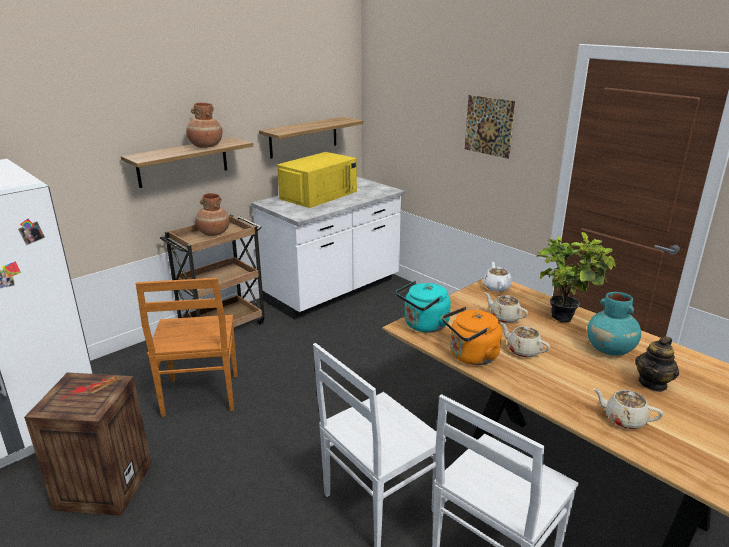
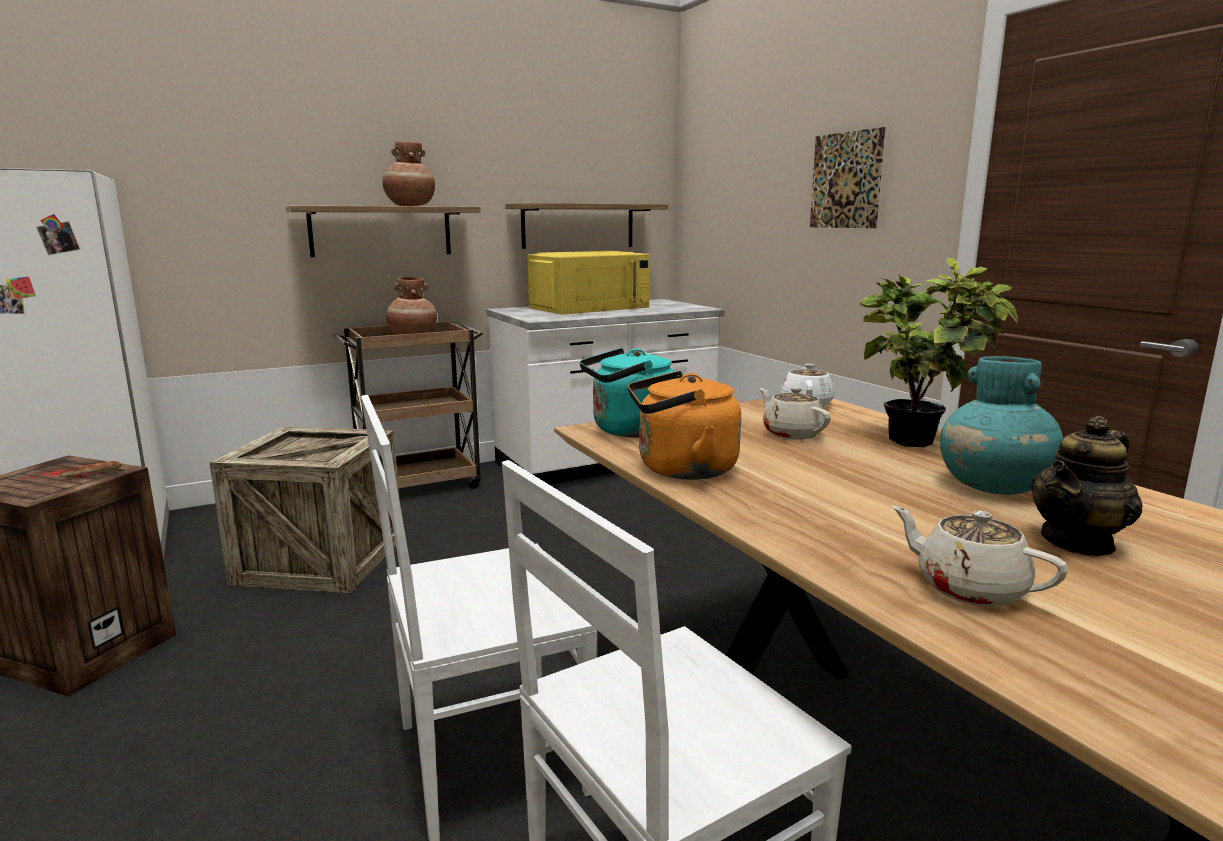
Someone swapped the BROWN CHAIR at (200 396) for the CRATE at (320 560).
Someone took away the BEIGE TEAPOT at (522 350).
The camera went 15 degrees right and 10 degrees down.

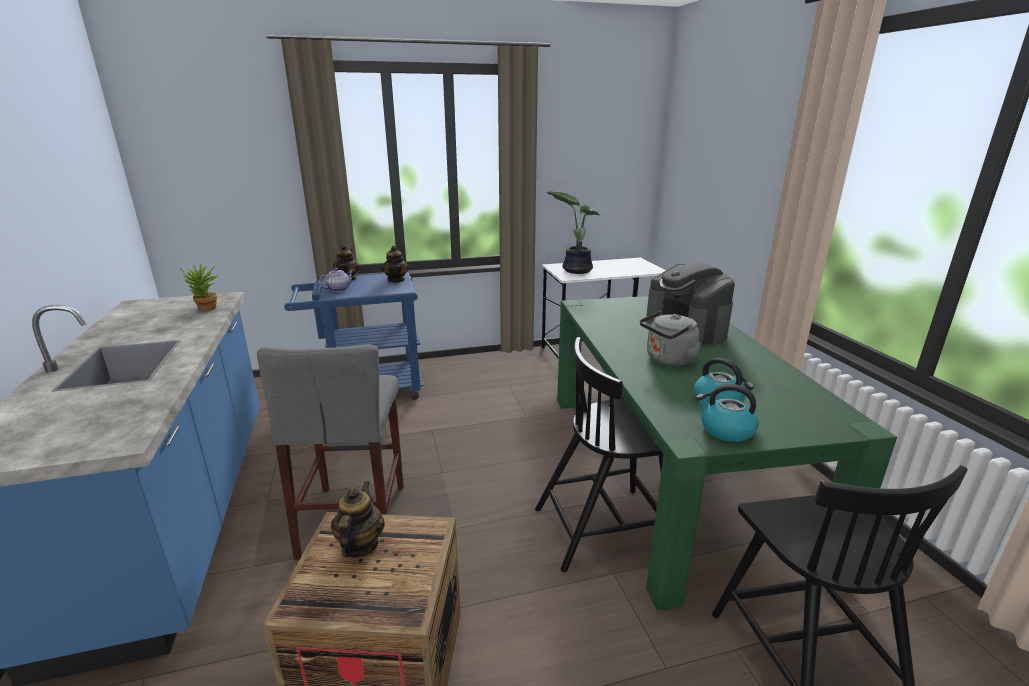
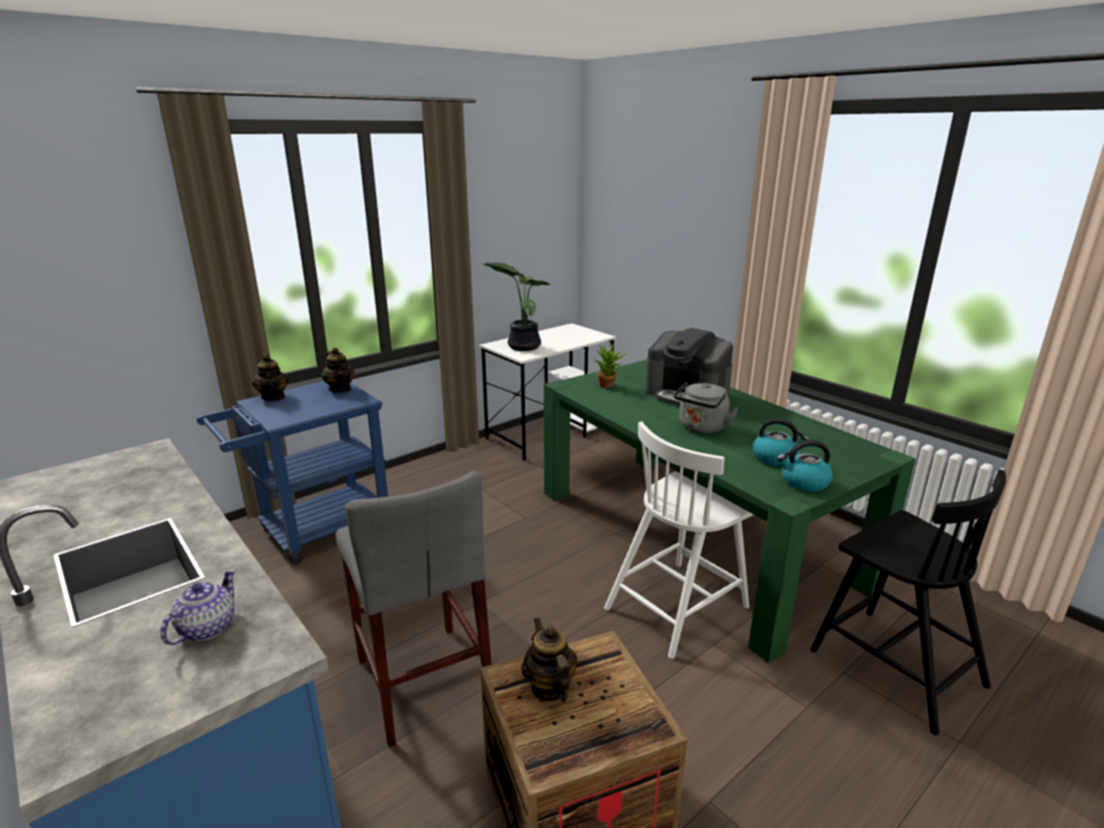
Someone carried the TEAPOT from (338 289) to (206 628).
Someone carried the POTTED PLANT from (207 310) to (608 386).
Someone repainted the BLACK CHAIR at (604 527), which became the WHITE CHAIR at (678 606).
The camera went 25 degrees left and 0 degrees up.

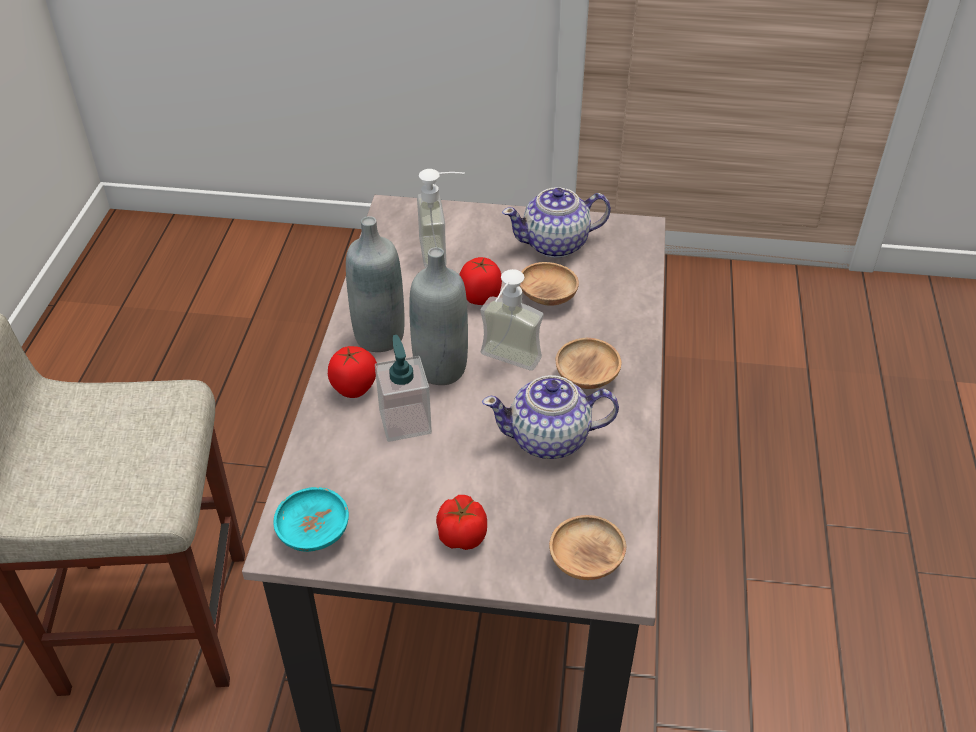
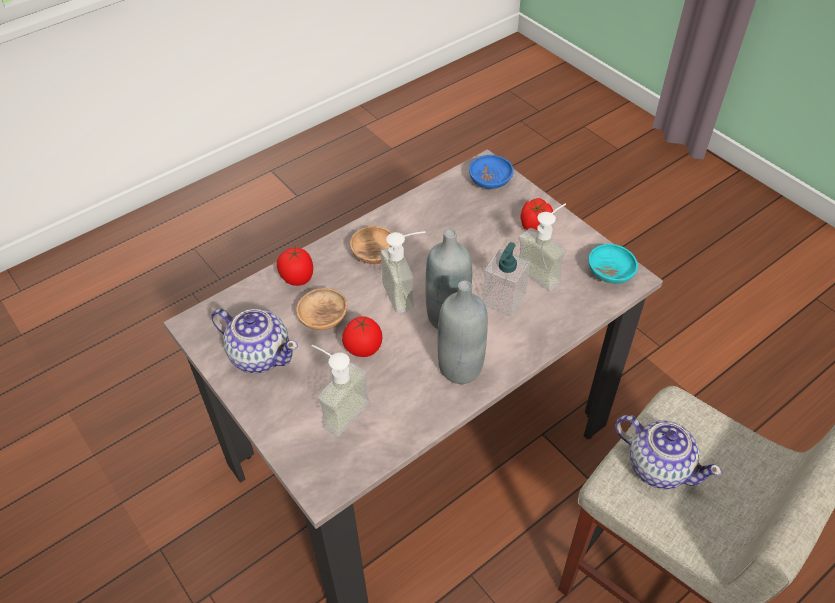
Someone carried the TOMATO from (355 388) to (297 278).
Someone repainted the BROWN BOWL at (585 561), which became the BLUE BOWL at (490 181).
Someone put down the SOAP DISPENSER at (543 270).
Someone carried the TEAPOT from (550 439) to (658 465).
The camera went 135 degrees left and 5 degrees up.

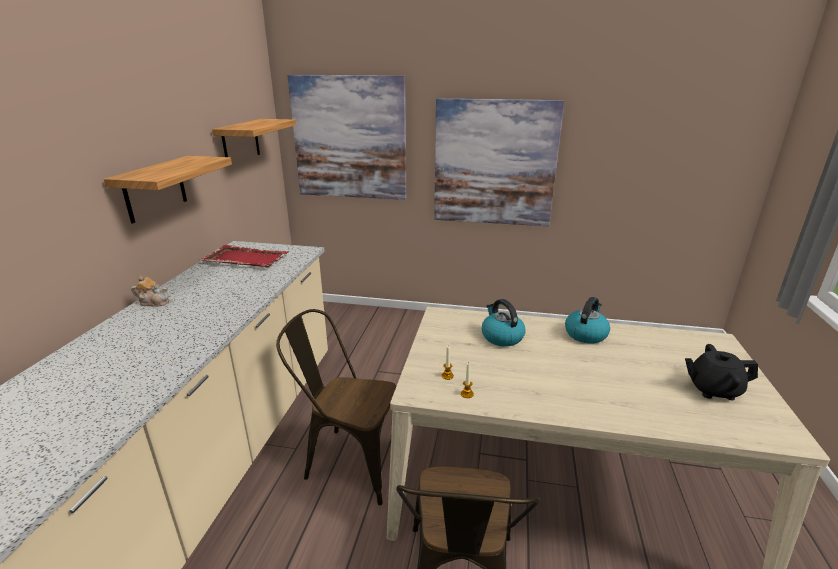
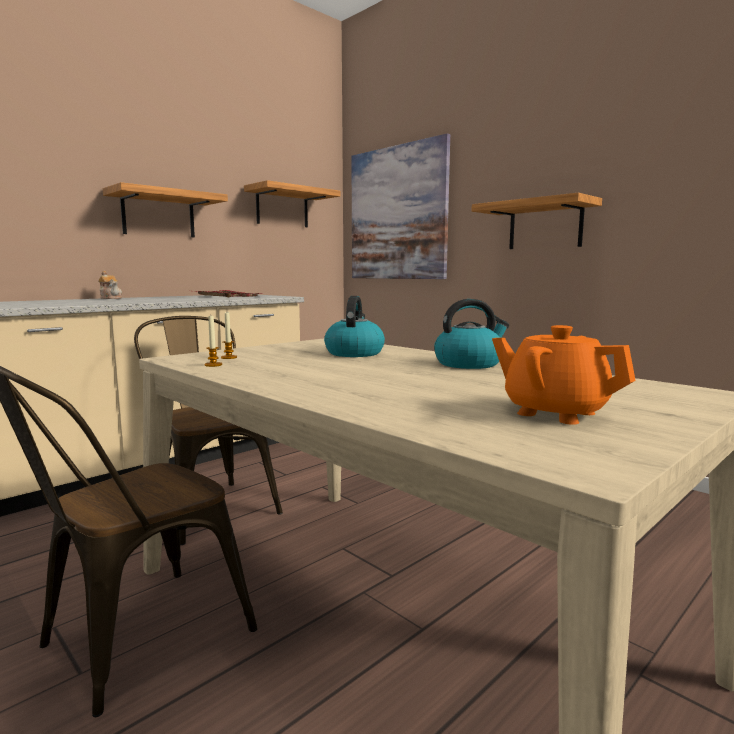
Someone swapped the PICTURE at (494 163) for the SHELF at (545 225).
Someone repainted the BLACK TEAPOT at (713 389), which became the ORANGE TEAPOT at (555 413).
The camera went 35 degrees right and 15 degrees down.

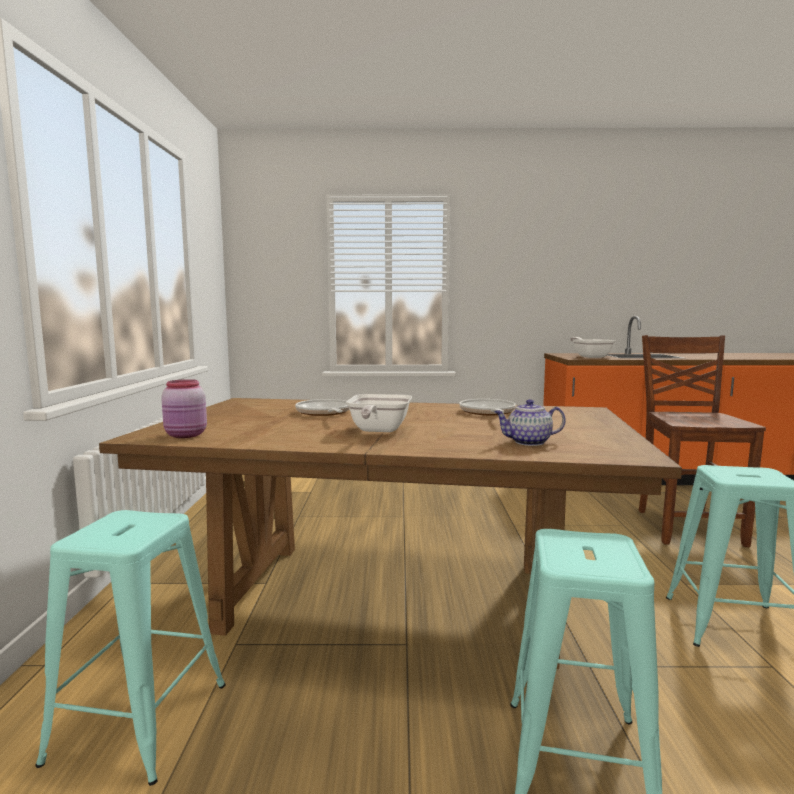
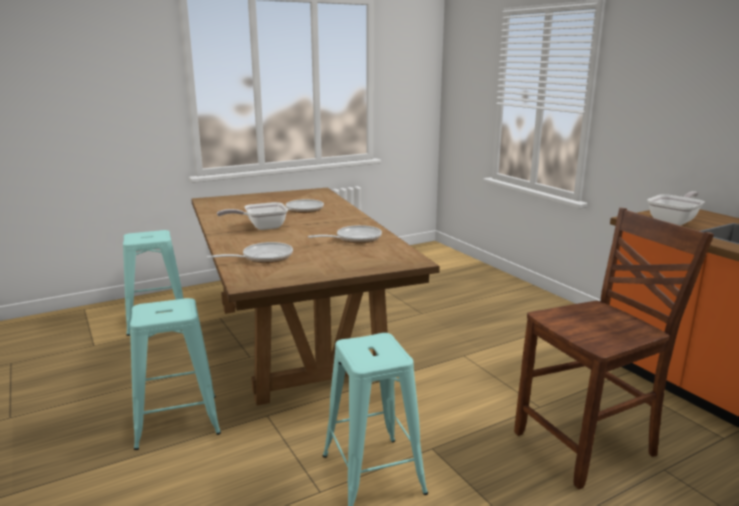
Someone swapped the TEAPOT at (528 442) for the FRYING PAN at (263 257).
Someone took away the PINK JAR at (186 435).
The camera went 60 degrees right and 10 degrees up.

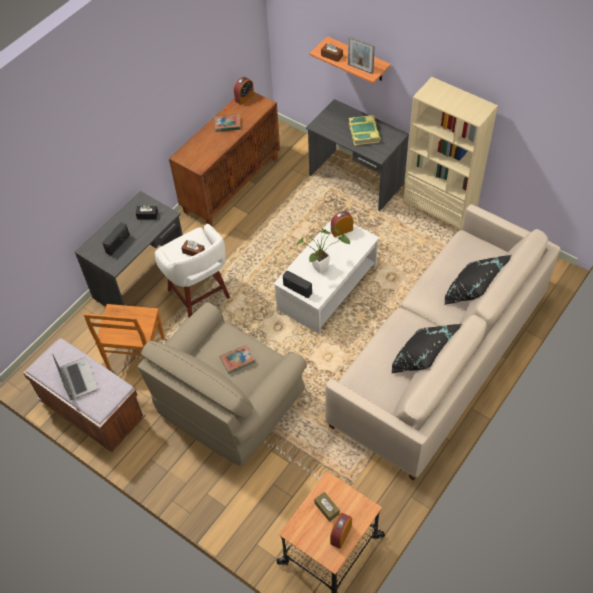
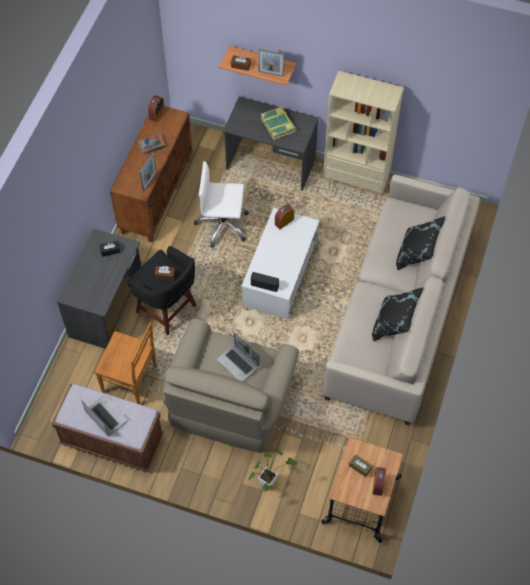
Someone rotated the BROWN CHAIR at (136 355) by 60 degrees counterclockwise.
Someone repainted the WHITE STOOL at (200 295), which became the BLACK STOOL at (168 310).
Someone put down the PICTURE FRAME at (149 181).
Someone put down the WHITE OFFICE CHAIR at (222 225).
Someone swapped the BOOK at (237 360) for the LAPTOP at (239 363).
Someone carried the POTTED PLANT from (323 266) to (269 481).
Someone took away the RADIO at (118 244).
The camera went 20 degrees left and 5 degrees up.

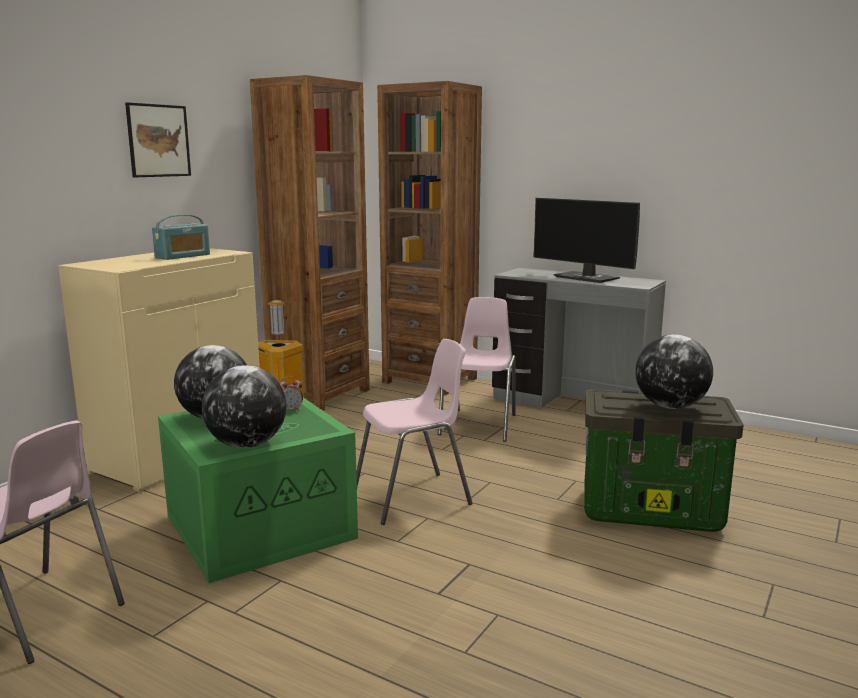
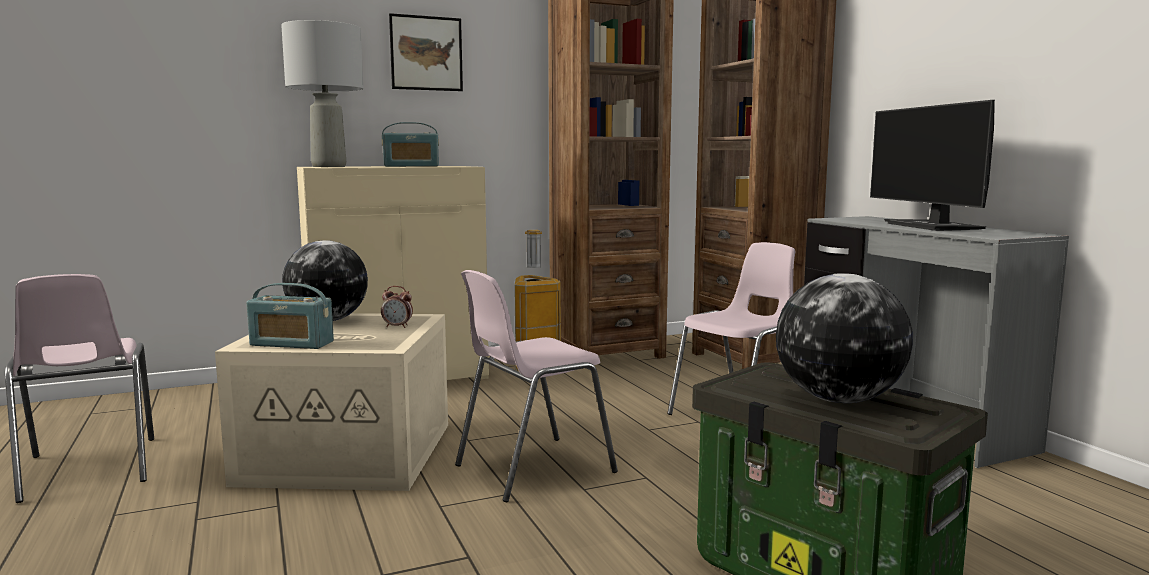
Someone repainted the GREEN STORAGE BOX at (261 525), which became the BEIGE STORAGE BOX at (352 452).
Someone swapped the GLOBE at (247 444) for the RADIO at (291 344).
Someone put down the GREY TABLE LAMP at (329 166).
Someone rotated the PINK CHAIR at (413 497) by 135 degrees clockwise.
The camera went 35 degrees right and 5 degrees down.

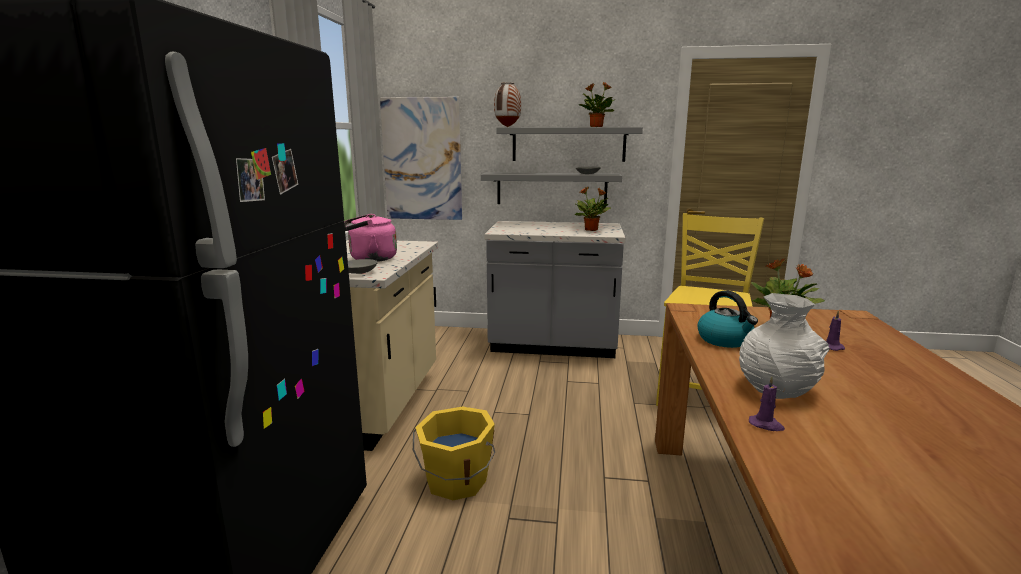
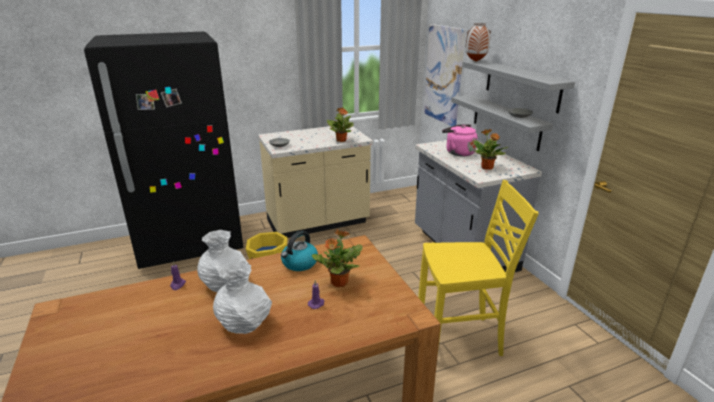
Someone put down the WHITE VASE at (245 324).
Someone carried the POTTED PLANT from (595 127) to (341 140).
Someone carried the PINK KETTLE from (370 259) to (458 152).
The camera went 60 degrees right and 10 degrees up.

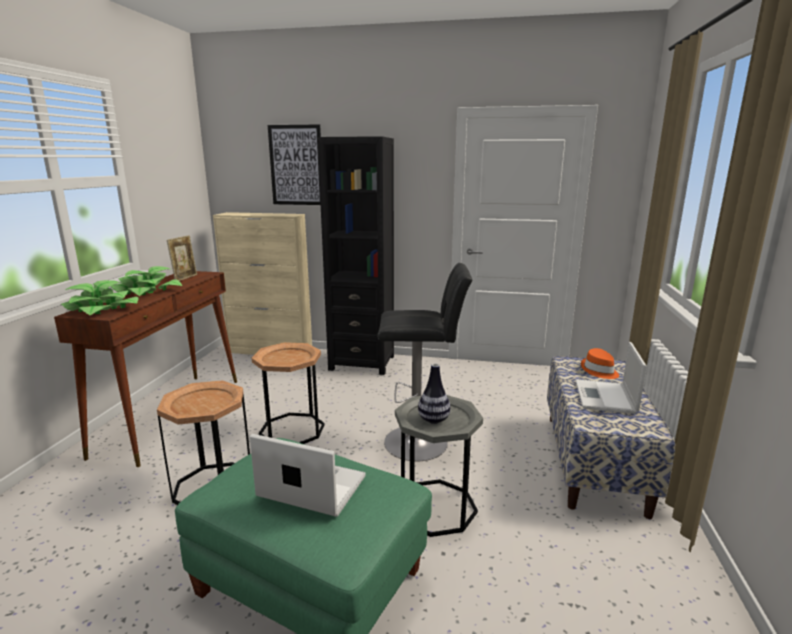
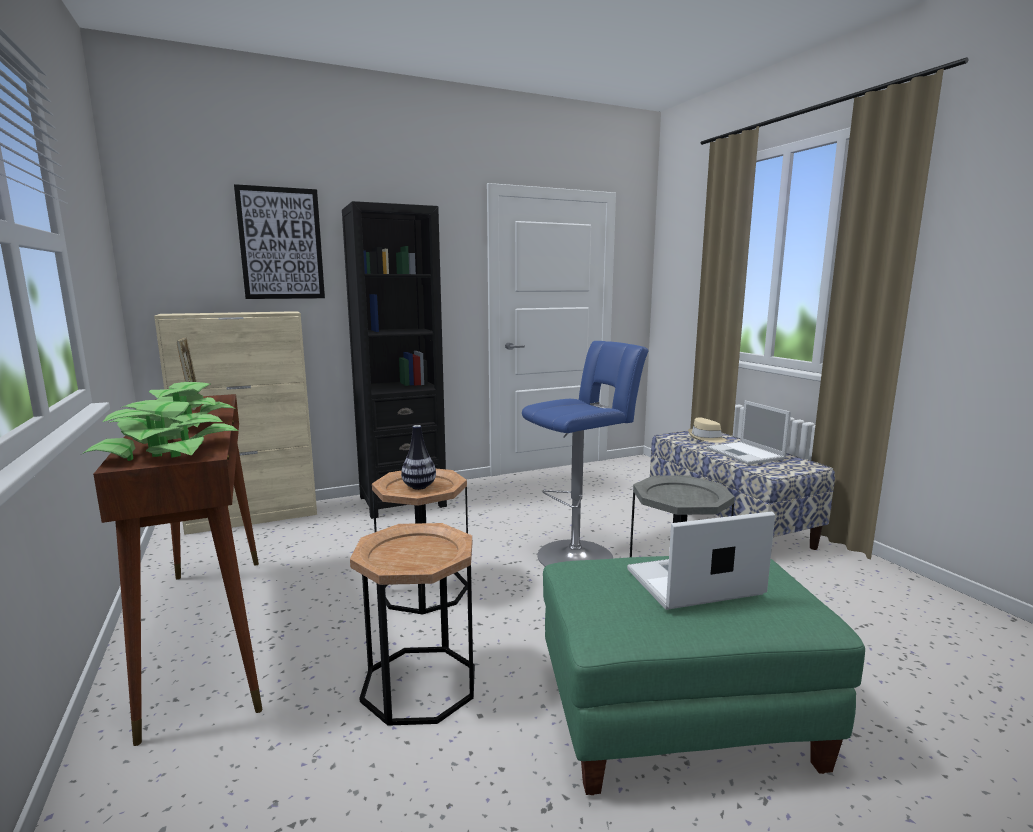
Someone carried the VASE from (433 420) to (419 487).
Someone repainted the BLACK STOOL at (421 442), which became the BLUE STOOL at (579 555).
Someone repainted the ORANGE HAT at (599 371), which became the BEIGE HAT at (706 438).
The camera went 35 degrees left and 5 degrees down.

